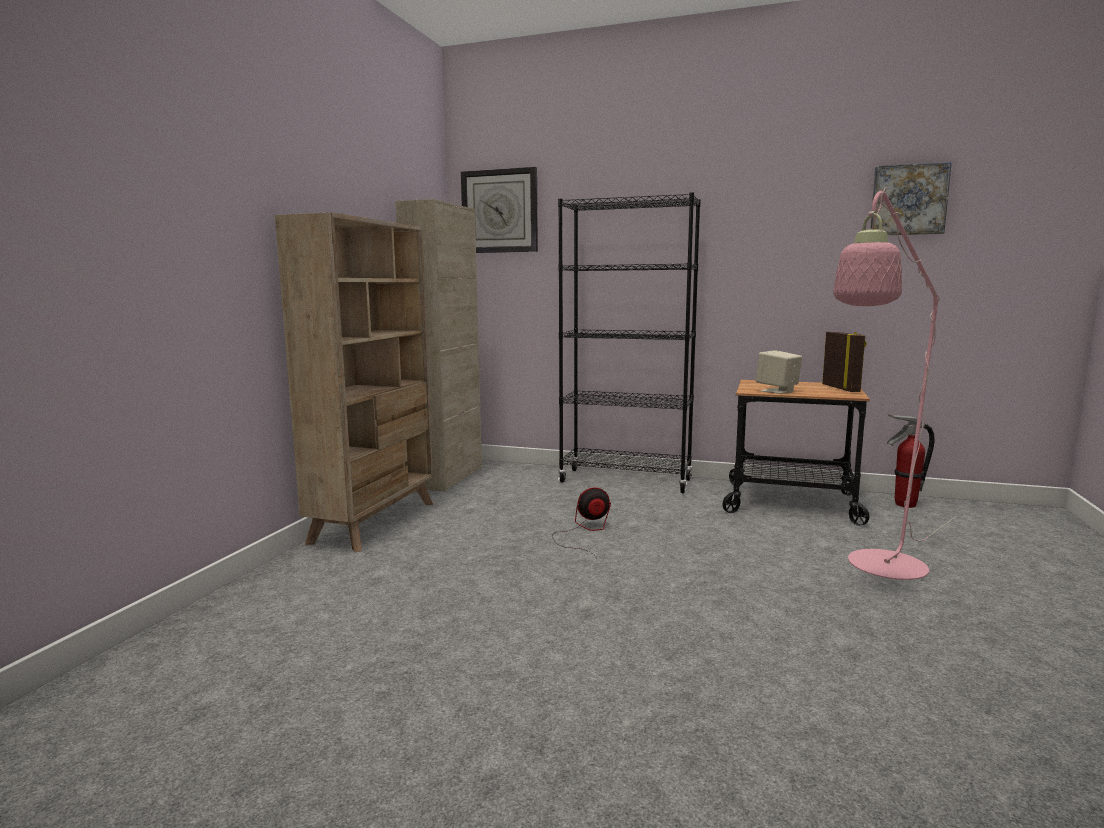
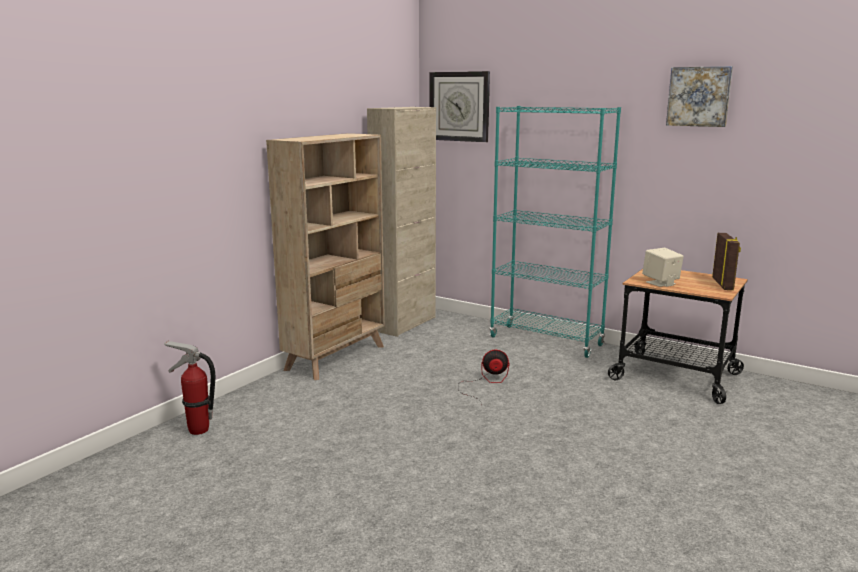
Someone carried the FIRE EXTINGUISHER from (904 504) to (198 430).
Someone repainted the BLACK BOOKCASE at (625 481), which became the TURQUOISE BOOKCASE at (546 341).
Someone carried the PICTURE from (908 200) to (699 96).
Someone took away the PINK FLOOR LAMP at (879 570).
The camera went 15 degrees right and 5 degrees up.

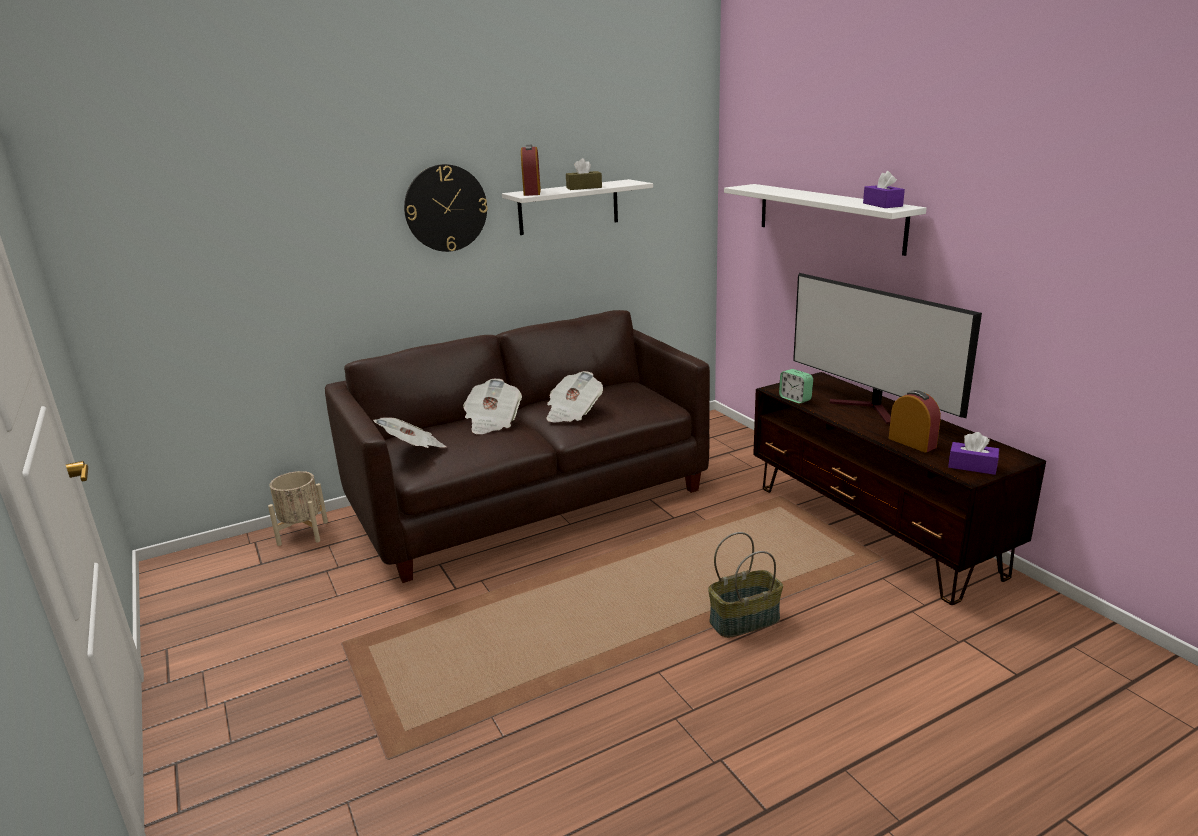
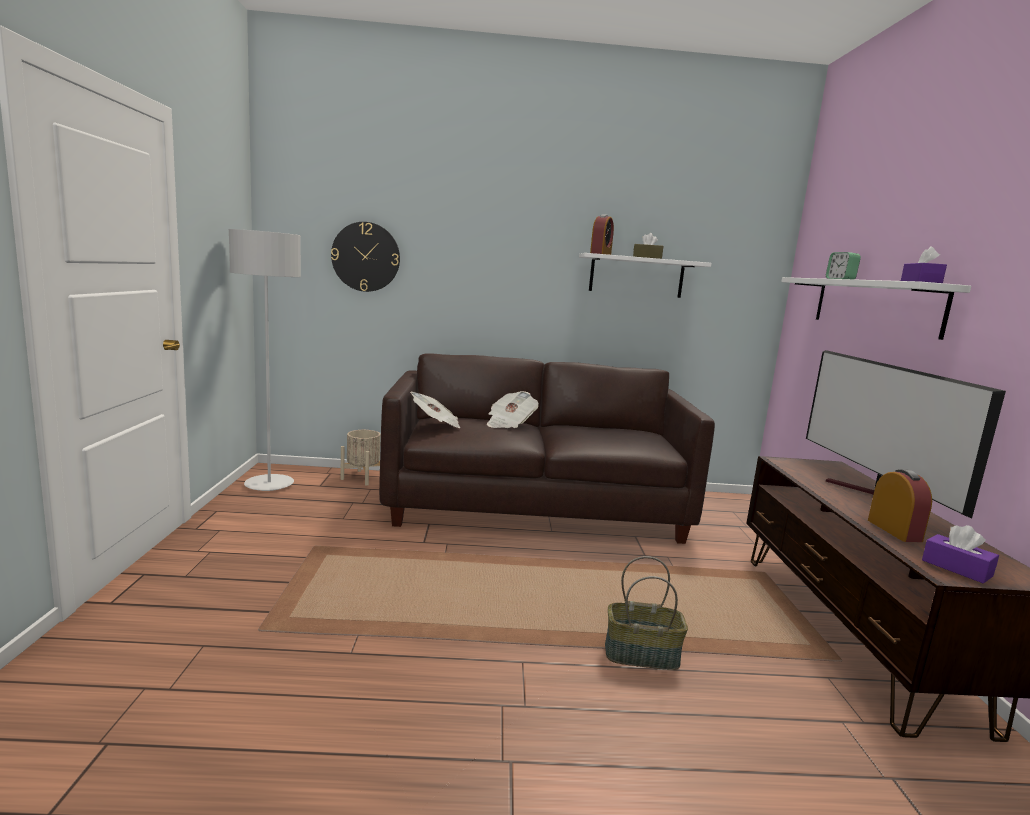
Someone put down the GREY FLOOR LAMP at (269 485).
Someone carried the WALL CLOCK from (446 208) to (366 257).
Someone carried the ALARM CLOCK from (795 399) to (840 279).
Someone took away the NEWSPAPER at (572 413).
The camera went 25 degrees right and 10 degrees down.

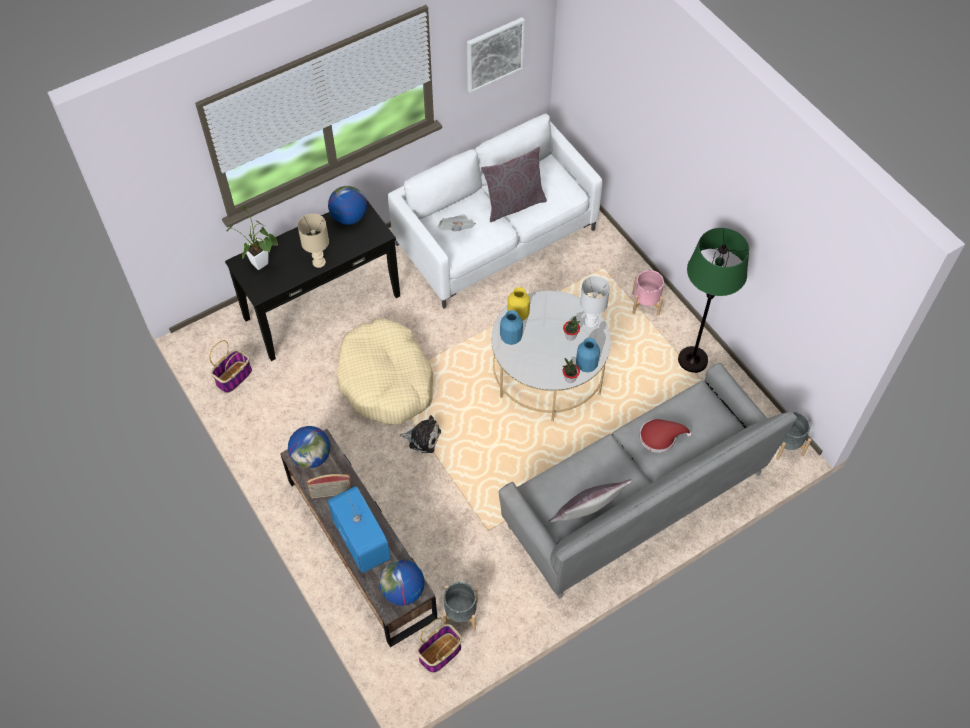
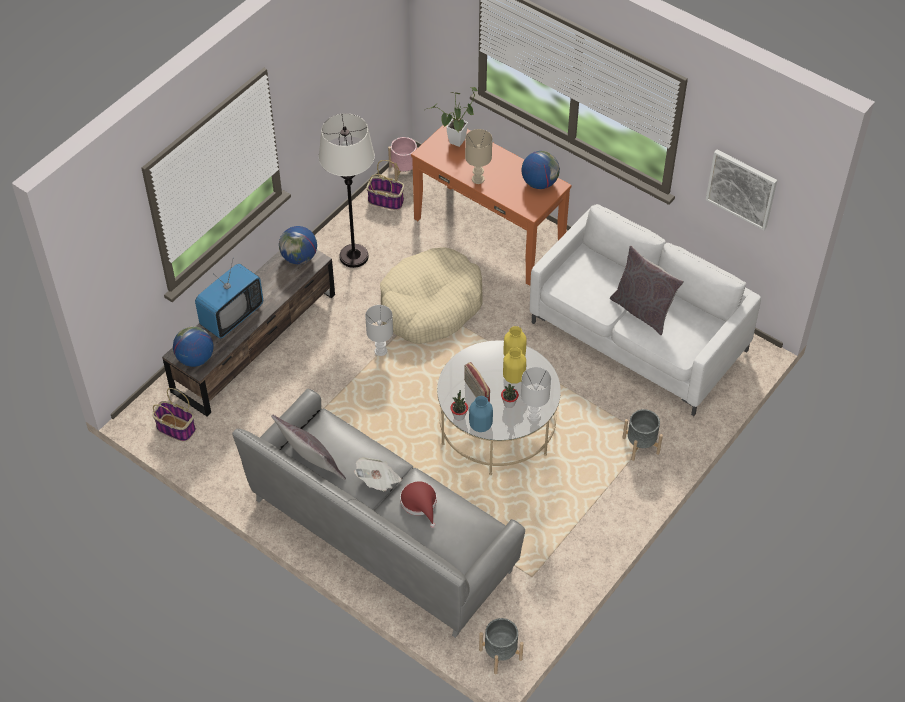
Someone put down the WHITE FLOOR LAMP at (354 256).
Someone carried the NEWSPAPER from (457 229) to (378 480).
Someone swapped the PLUSH TOY at (422 438) for the WHITE TABLE LAMP at (381 351).
Someone carried the PINK PLANTER from (645 303) to (404 172).
Someone repainted the BLACK CONSOLE TABLE at (322 306), which became the ORANGE CONSOLE TABLE at (489 233).
Someone carried the RADIO from (331 493) to (476 393).
Someone put down the YELLOW VASE at (513 377).
Someone carried the GREY PLANTER from (460 613) to (641 445).
Someone took away the BLUE VASE at (511 338).
Someone took away the GREEN FLOOR LAMP at (693 360).
The camera went 70 degrees right and 5 degrees down.

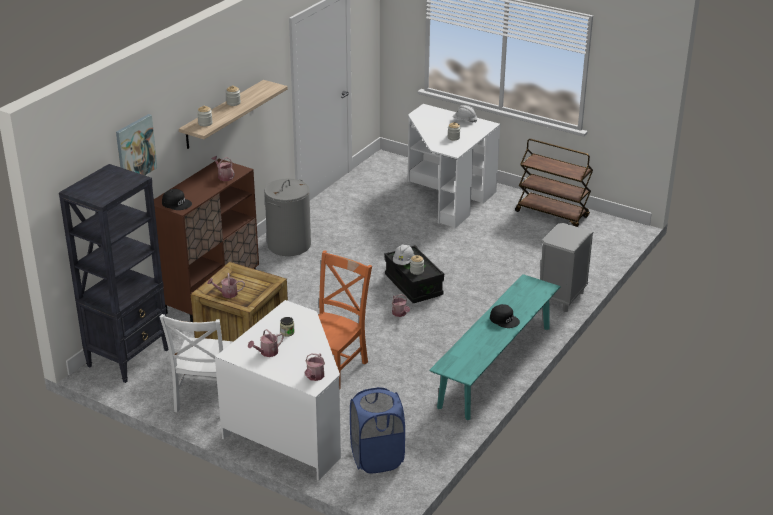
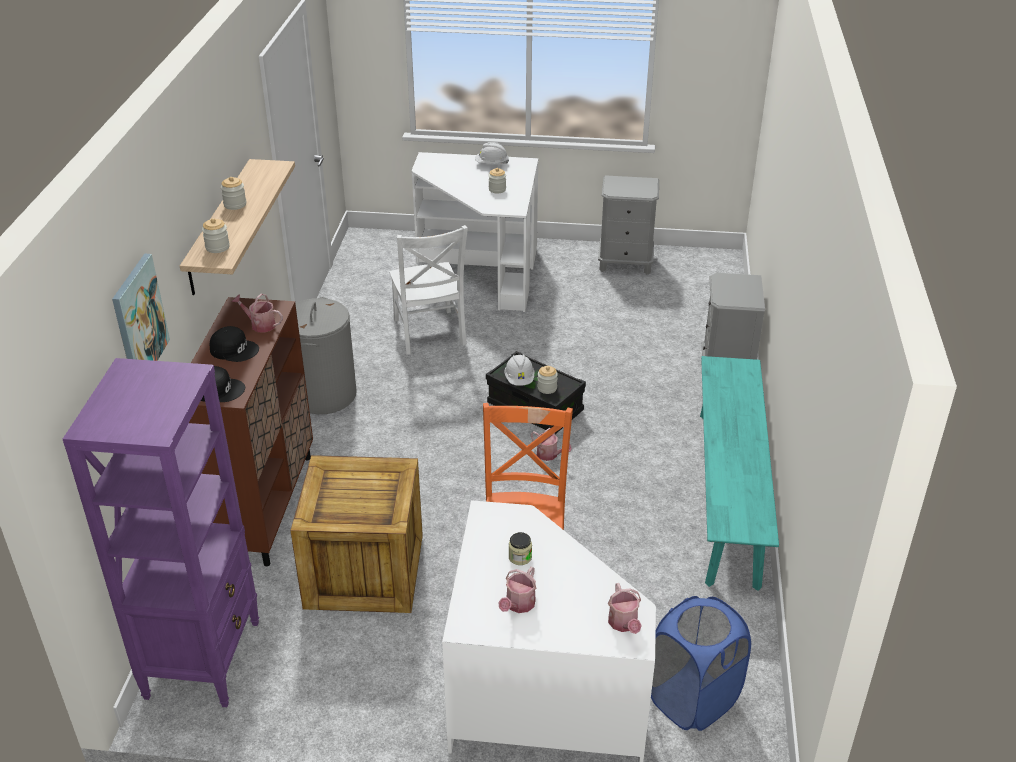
Someone repainted the BLACK BOOKCASE at (129 357), which became the PURPLE BOOKCASE at (204 658).
Someone carried the BLACK CAP from (504 319) to (234 349).
Someone carried the WHITE CHAIR from (206 399) to (429 334).
Someone swapped the BROWN CART at (552 214) for the GREY NIGHTSTAND at (625 263).
Someone took away the WATERING CAN at (227 294).
The camera went 25 degrees left and 5 degrees up.

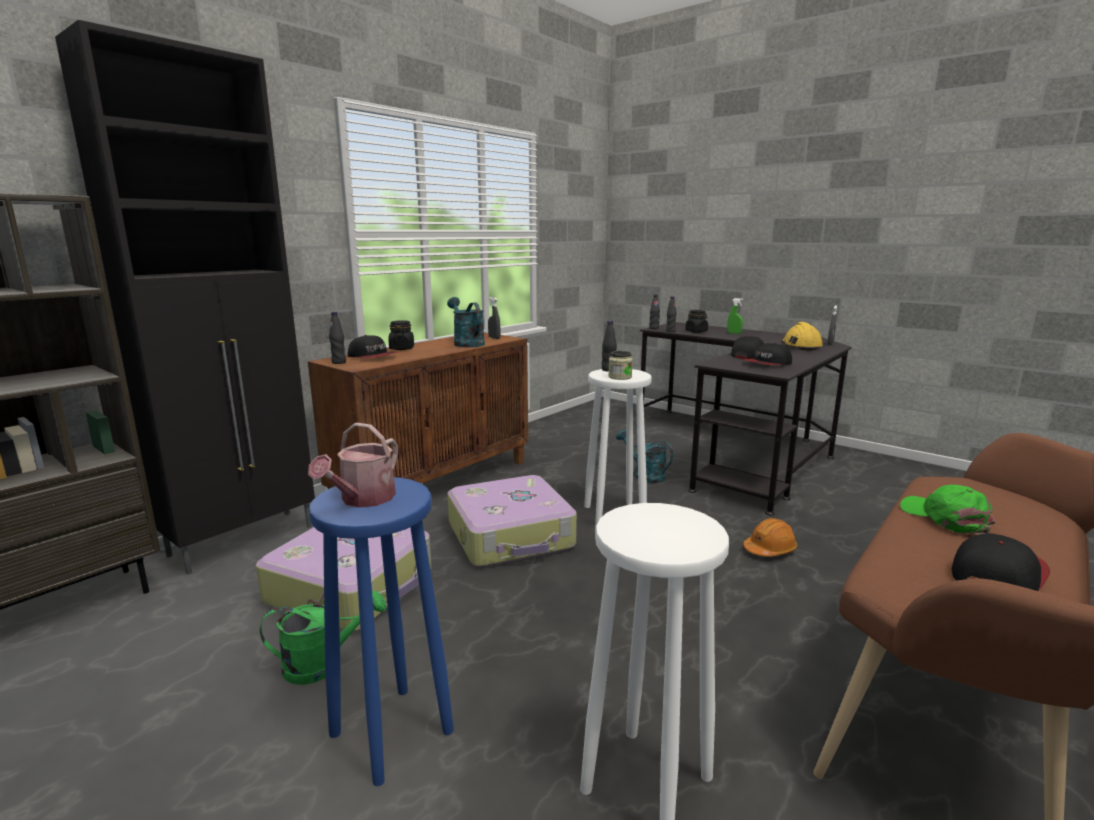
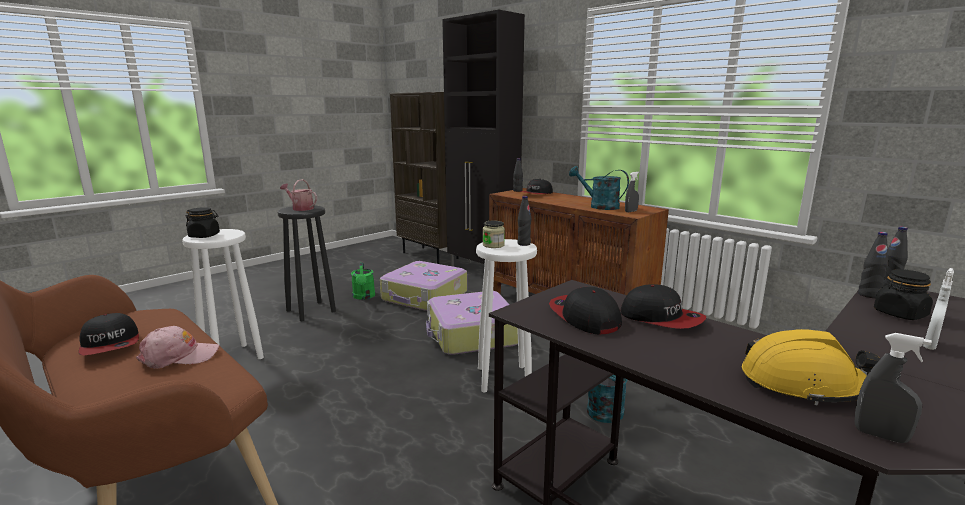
Someone repainted the GREEN CAP at (945 518), which became the PINK CAP at (179 356).
Someone carried the BLACK JAR from (401 348) to (204 236).
Someone repainted the BLUE STOOL at (391 731), which became the BLACK STOOL at (311 311).
Someone rotated the TURQUOISE WATERING CAN at (466 343) by 120 degrees counterclockwise.
Someone repainted the GREEN SPRAY BOTTLE at (734 333), which became the WHITE SPRAY BOTTLE at (930 345).
Someone took away the ORANGE HARD HAT at (769 549).
The camera went 95 degrees right and 0 degrees up.

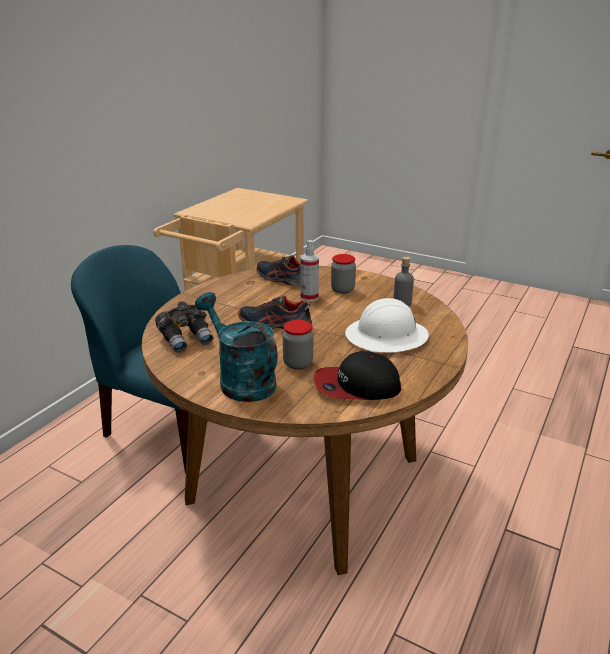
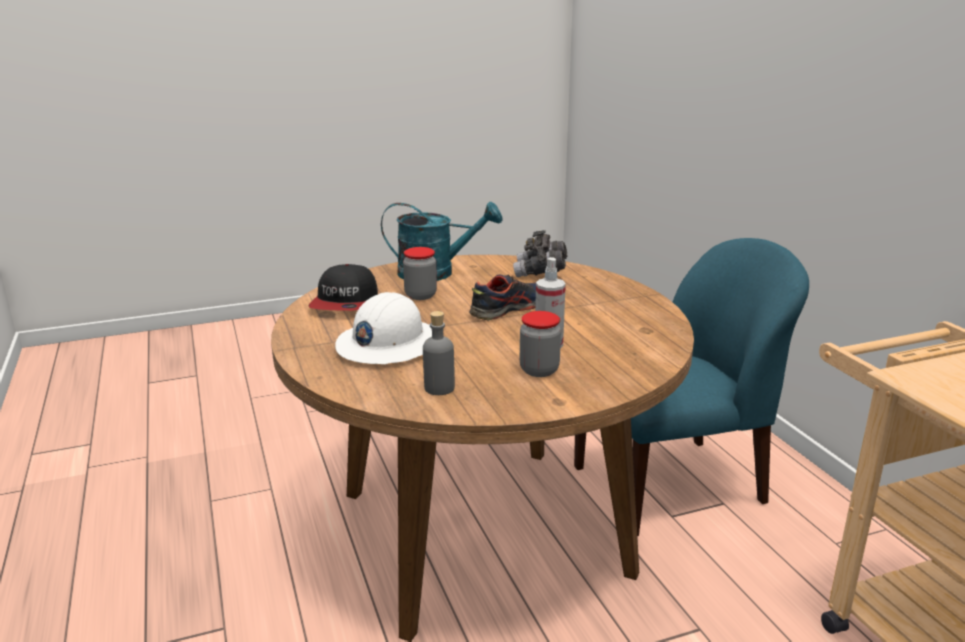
Someone rotated the CAP at (356 386) by 150 degrees clockwise.
Someone took away the SHOE at (283 280).
The camera went 130 degrees right and 5 degrees down.

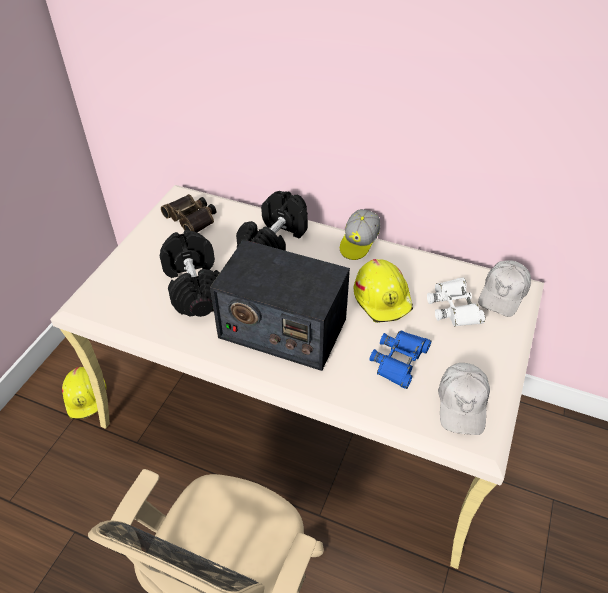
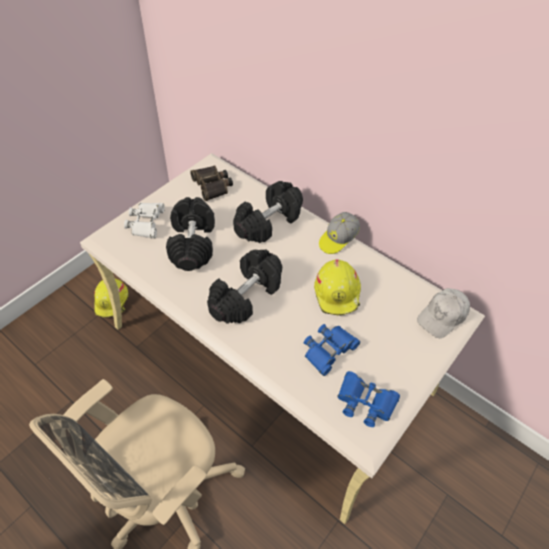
Someone carried the WHITE BINOCULARS from (454 307) to (146 223).
Someone swapped the RADIO at (282 328) for the BLACK DUMBBELL at (246 296).
Someone swapped the WHITE CAP at (462 403) for the BLUE BINOCULARS at (365 402).
The camera went 15 degrees right and 5 degrees up.

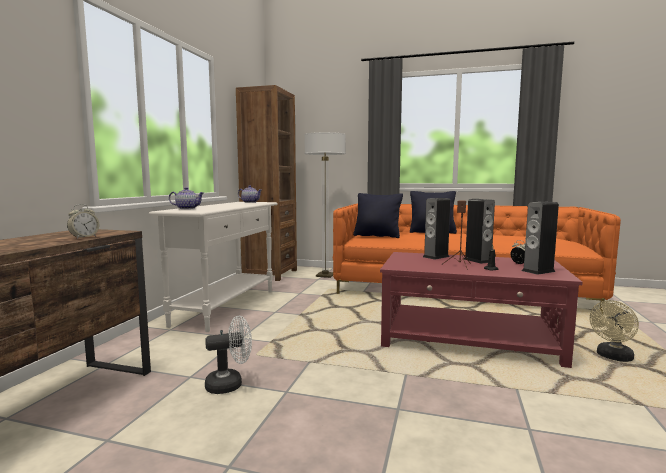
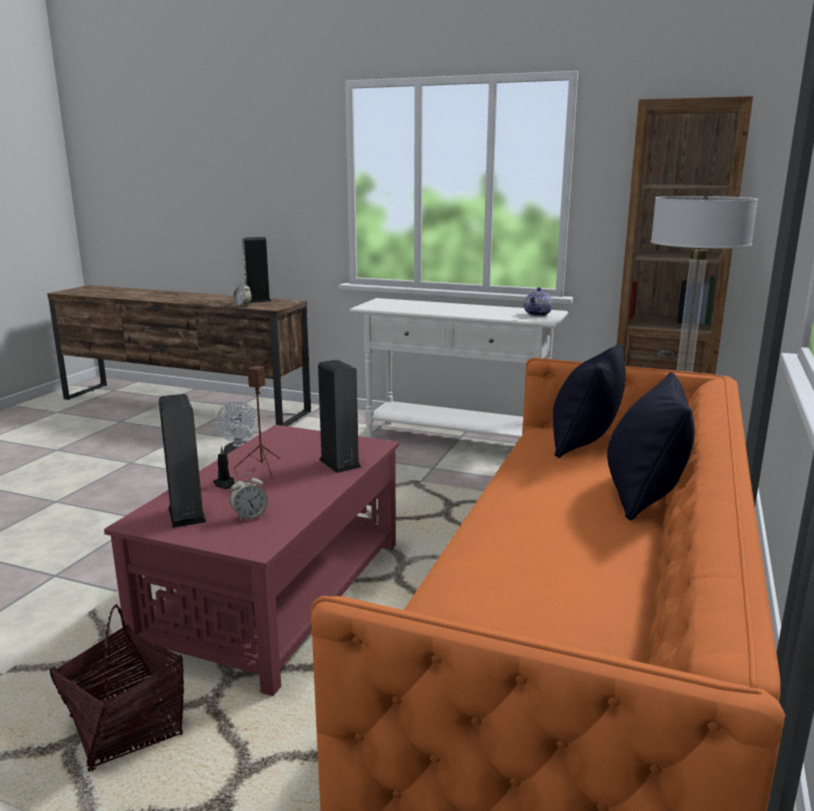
Someone swapped the BEIGE FAN at (612 357) for the BASKET at (126 728).
Someone carried the SPEAKER from (478 260) to (258 300).
Someone took away the TEAPOT at (187 208).
The camera went 95 degrees right and 10 degrees up.

